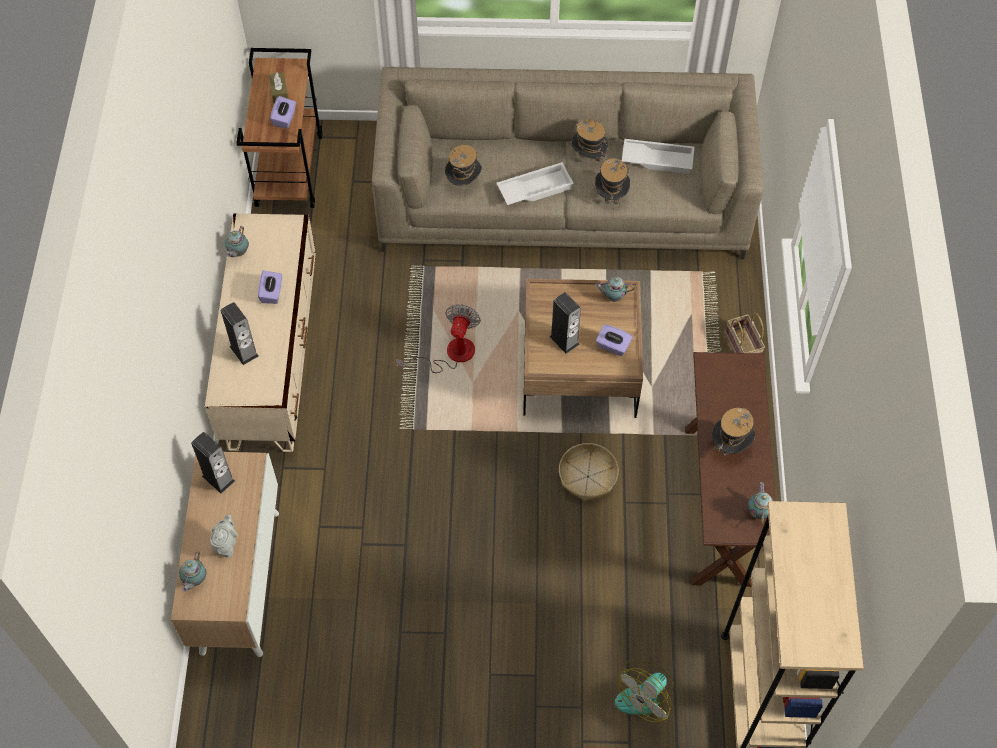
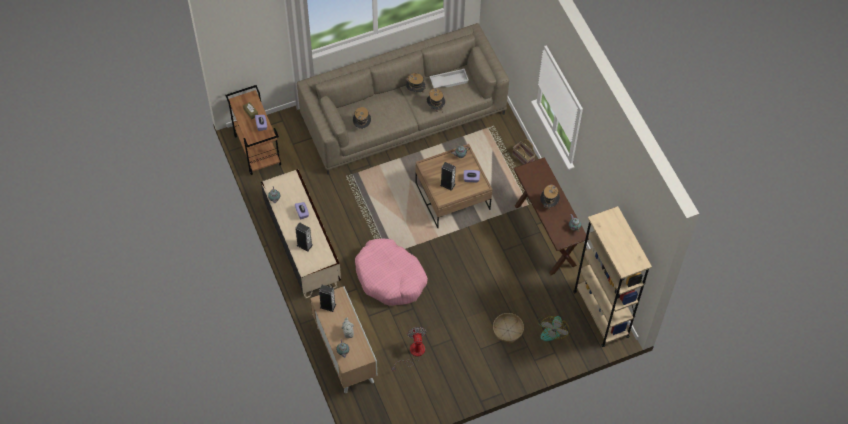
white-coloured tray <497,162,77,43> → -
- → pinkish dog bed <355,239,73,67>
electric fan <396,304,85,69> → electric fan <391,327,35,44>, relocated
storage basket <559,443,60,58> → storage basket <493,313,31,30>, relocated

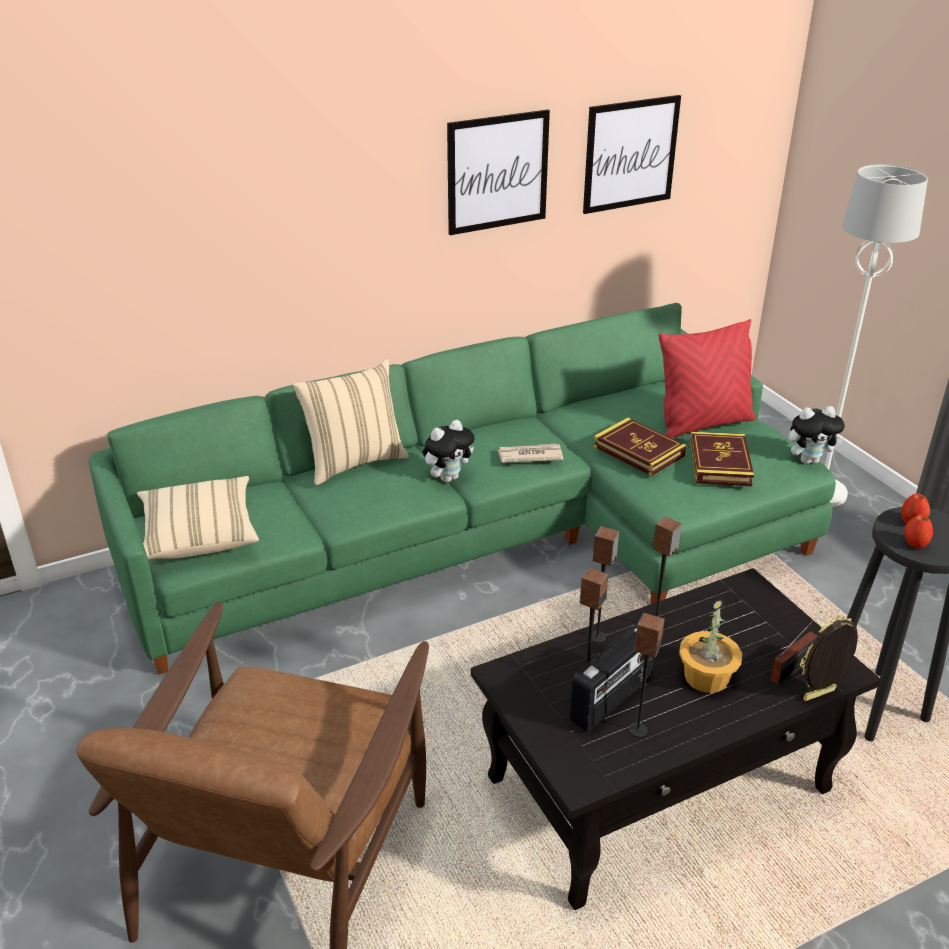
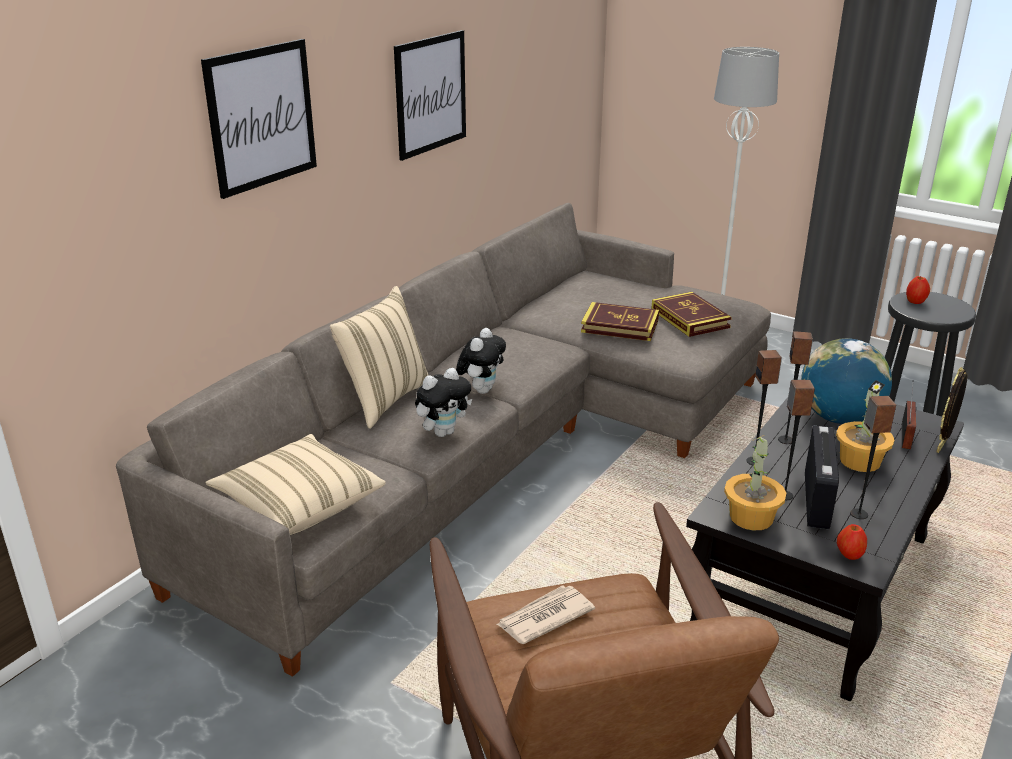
red-coloured cushion <658,319,98,119> → -
- → houseplant <724,435,62,95>
- → world globe <801,338,91,86>
daily paper <497,443,66,20> → daily paper <496,585,99,59>, relocated
wall picture <583,95,98,119> → wall picture <201,39,116,160>, relocated
soft toy <789,406,56,58> → soft toy <415,368,57,69>, relocated
apple fruit <904,515,29,34> → apple fruit <837,524,30,36>, relocated
green-coloured couch <89,303,747,372> → grey couch <116,203,655,474>

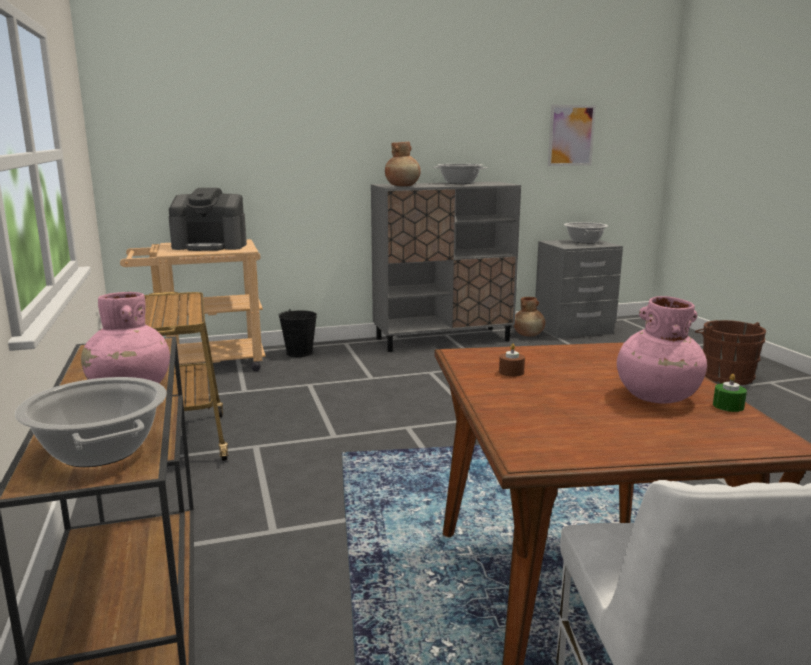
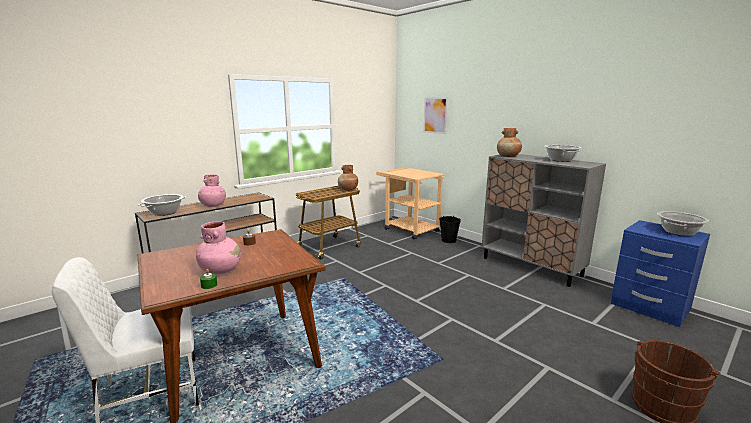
coffee maker <169,188,78,63> → -
brown-coloured flower vase <514,297,31,39> → brown-coloured flower vase <338,165,20,25>, relocated
wall picture <548,105,48,61> → wall picture <423,97,25,37>, relocated
grey night table <535,240,88,98> → bluish night table <611,220,99,107>

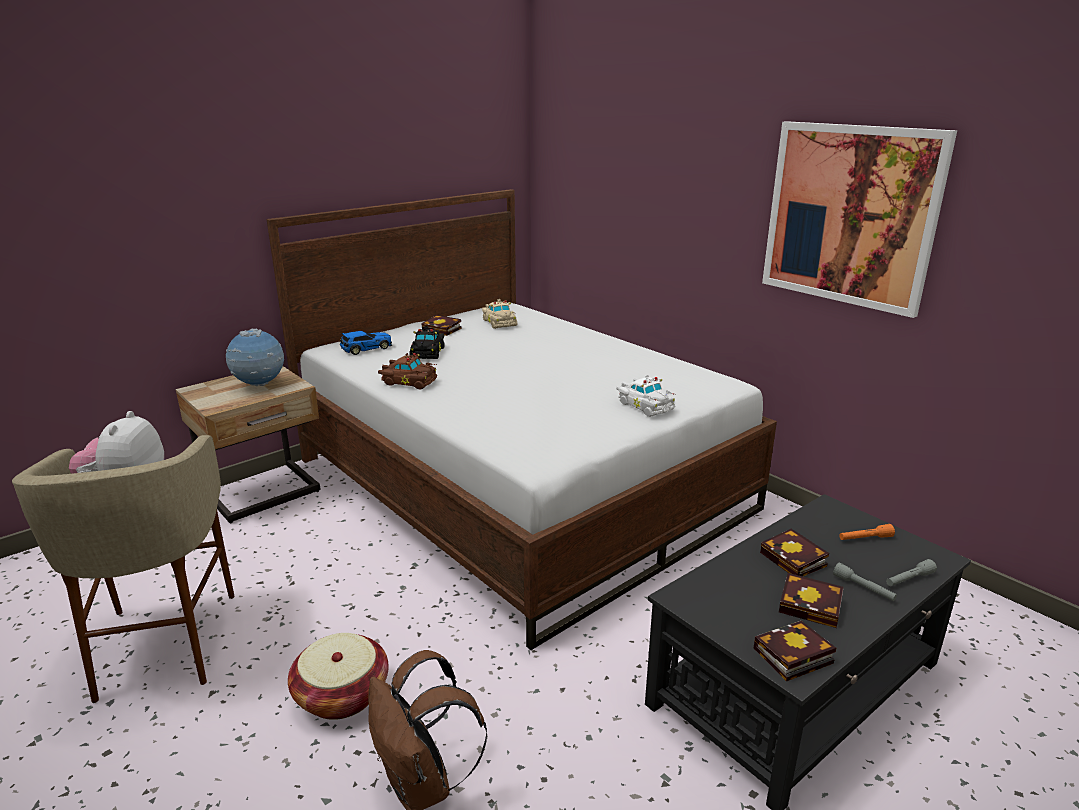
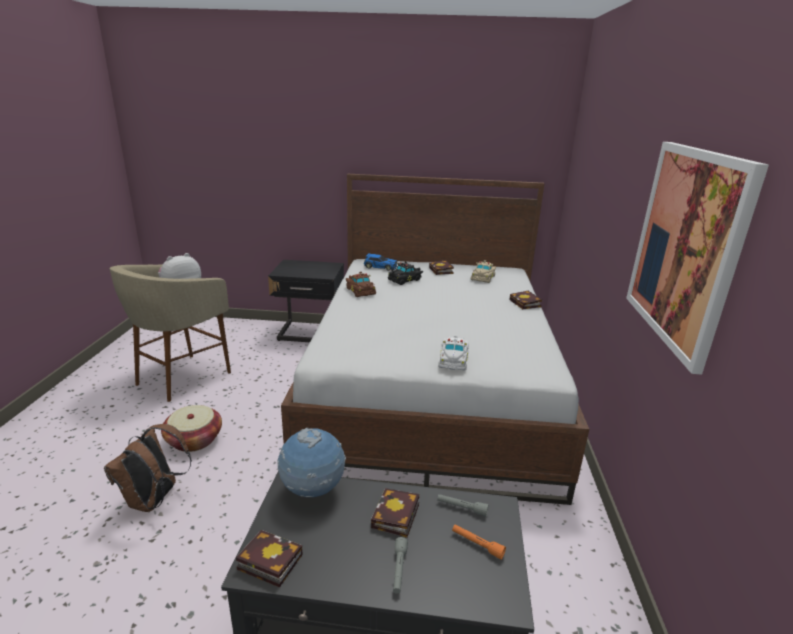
world globe <226,328,58,58> → world globe <277,428,69,69>, relocated
bound book <779,573,65,55> → bound book <509,291,33,18>, relocated
grey flashlight <886,559,51,27> → grey flashlight <437,494,52,22>, relocated
sand-coloured night table <176,366,145,157> → black-coloured night table <268,260,76,82>

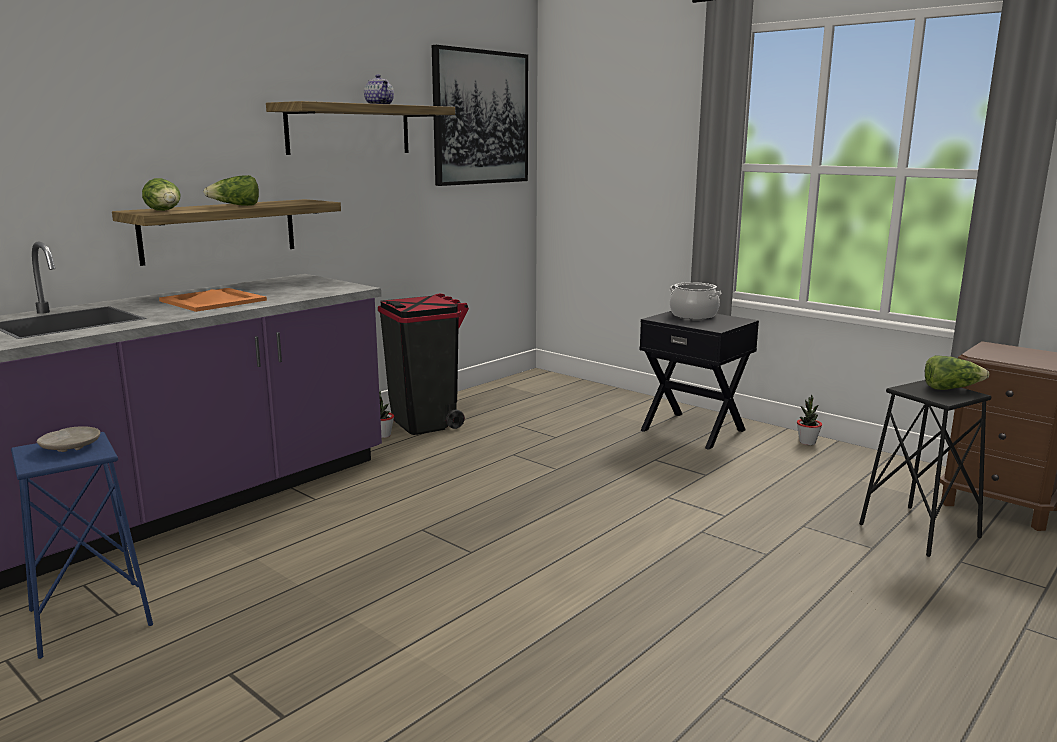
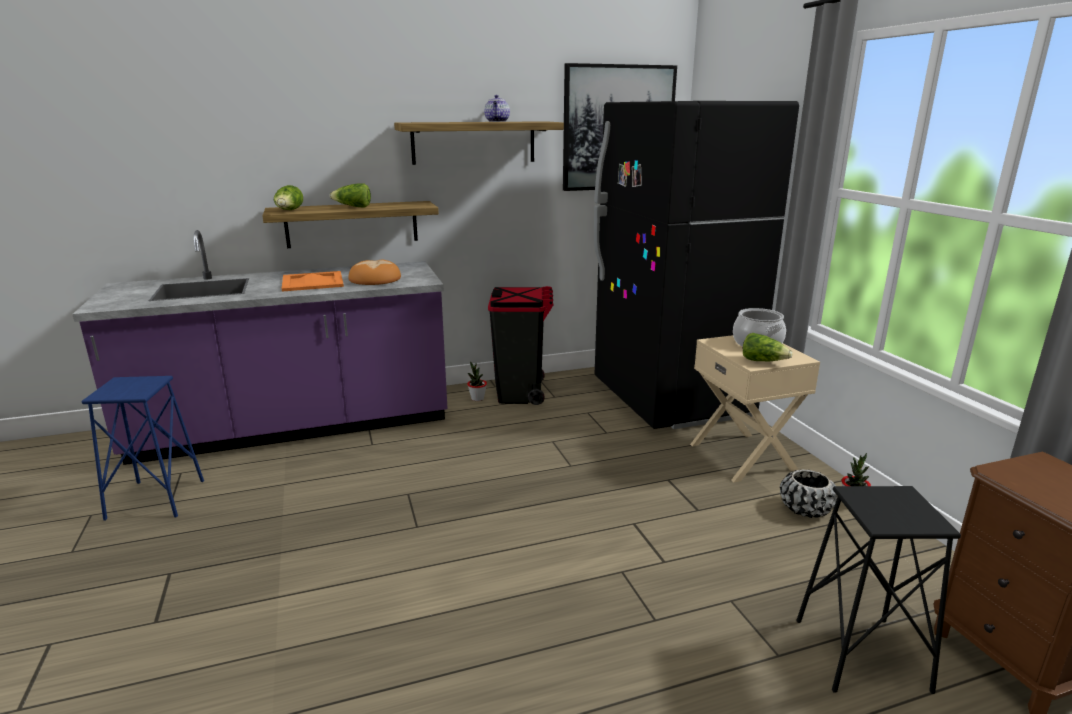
sand-coloured flat dish <37,426,63,26> → -
- → bakery bread <348,260,53,25>
- → black-coloured refrigerator <594,101,205,328>
- → black-coloured plant pot <780,469,57,49>
head of lettuce <925,355,64,35> → head of lettuce <743,333,50,28>, relocated
black-coloured night table <639,311,120,139> → sand-coloured night table <690,335,130,147>

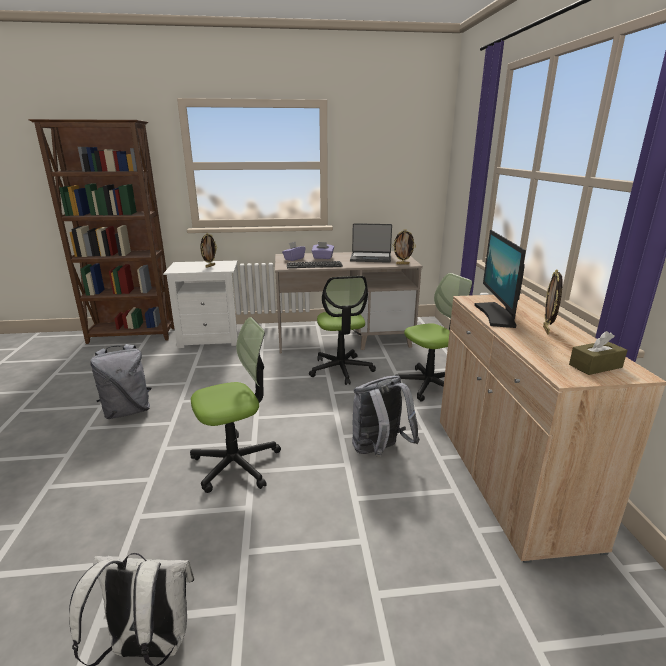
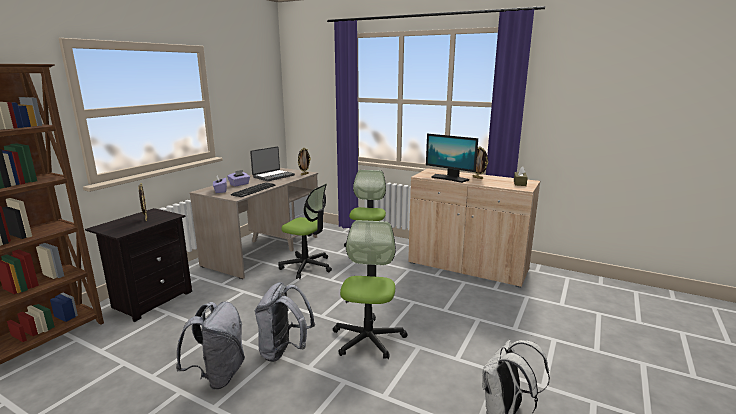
grey knapsack <352,375,68,82> → grey knapsack <255,282,60,80>, relocated
white-coloured night table <163,261,75,87> → black-coloured night table <85,208,107,114>

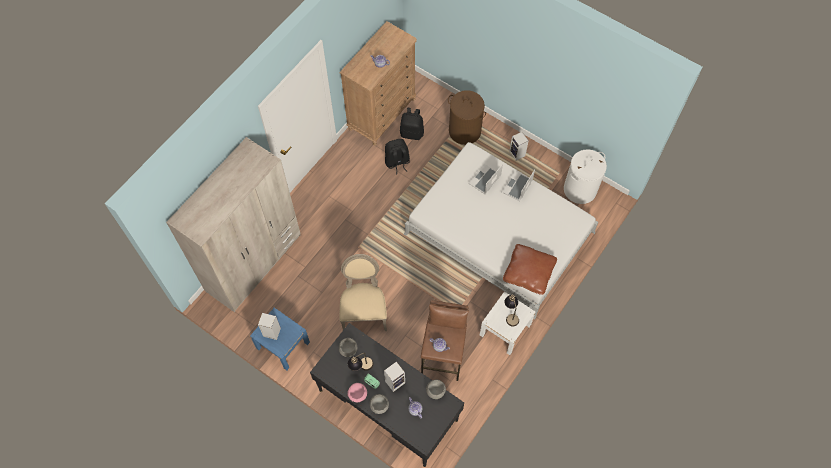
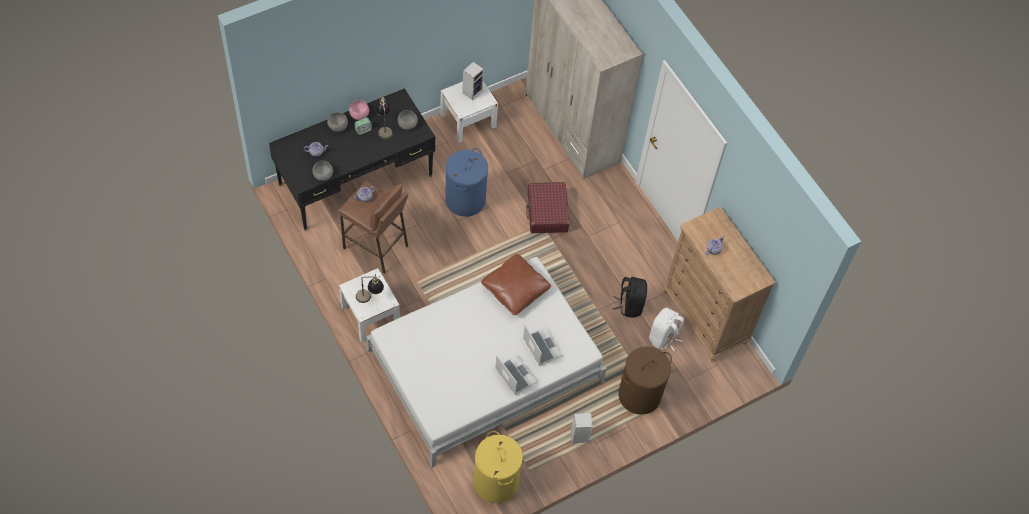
audio speaker <384,362,21,30> → -
- → red-coloured piece of luggage <526,182,43,51>
brown-coloured cushion <503,244,54,51> → brown-coloured cushion <481,254,70,61>, relocated
sand-coloured upright chair <339,254,48,77> → bluish laundry basket <445,148,43,69>
bluish night table <250,307,60,63> → white-coloured night table <440,81,58,62>
black-coloured knapsack <400,108,24,32> → white-coloured knapsack <649,307,35,45>
white-coloured laundry basket <564,149,43,55> → yellow laundry basket <473,431,50,72>

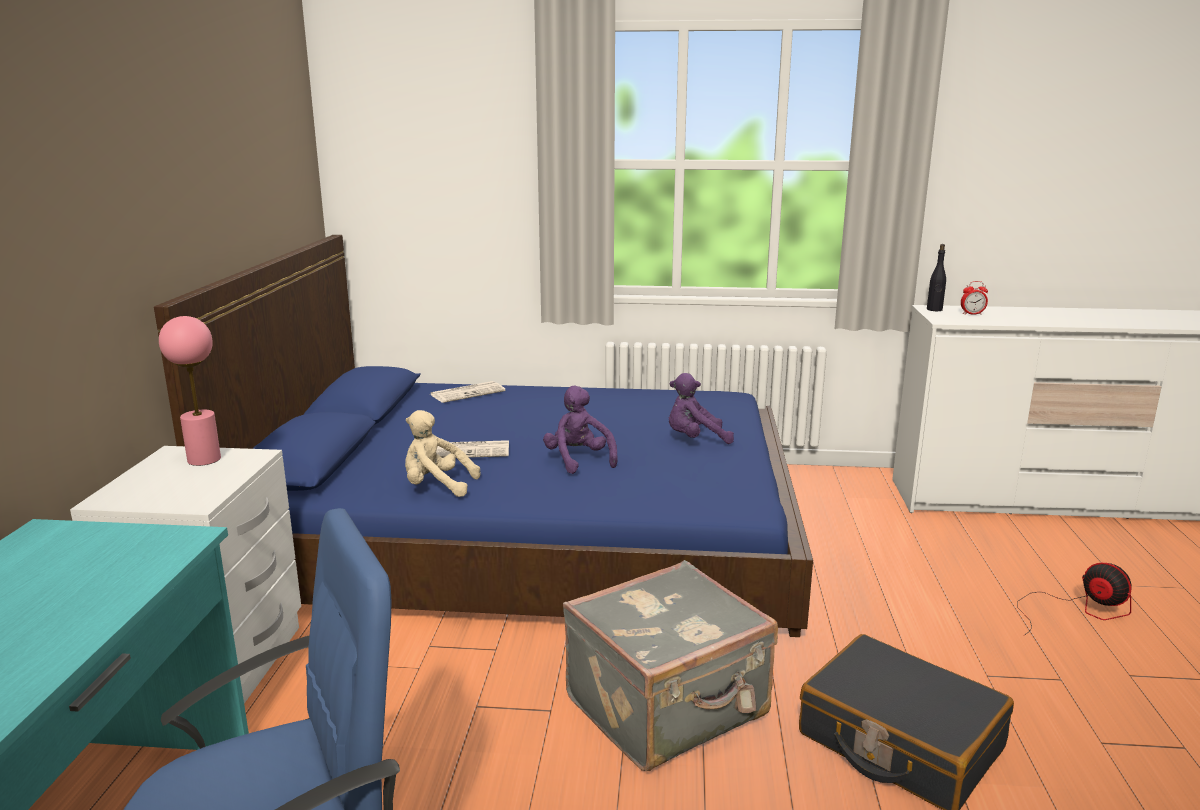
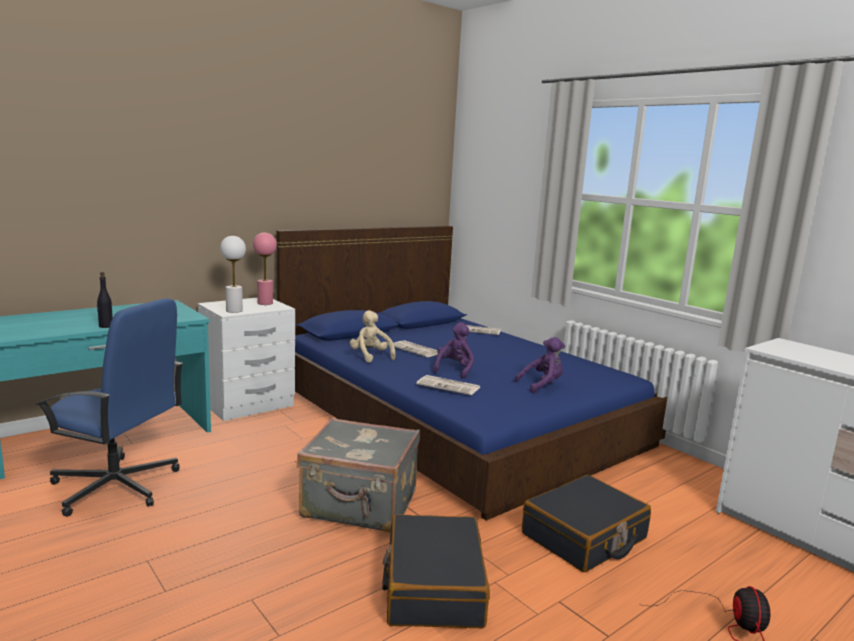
table clock <961,281,27,34> → -
- → white-coloured tabletop lamp <220,236,26,77>
- → daily paper <416,375,64,20>
- → black-coloured piece of luggage <522,475,129,97>
black-coloured beverage bottle <927,244,19,67> → black-coloured beverage bottle <97,272,16,56>, relocated
purple soft toy <669,373,65,71> → purple soft toy <515,337,51,56>, 120 degrees clockwise

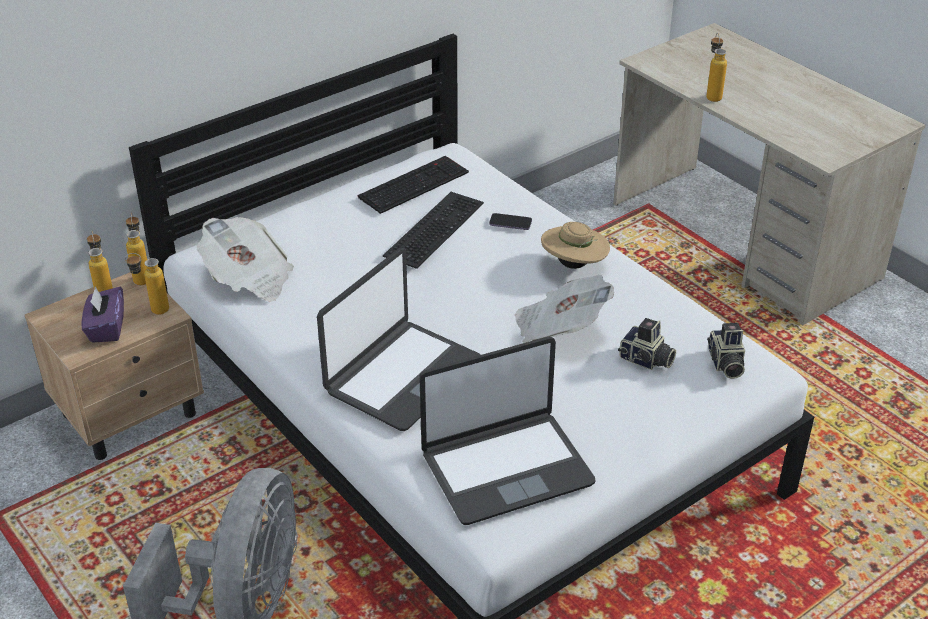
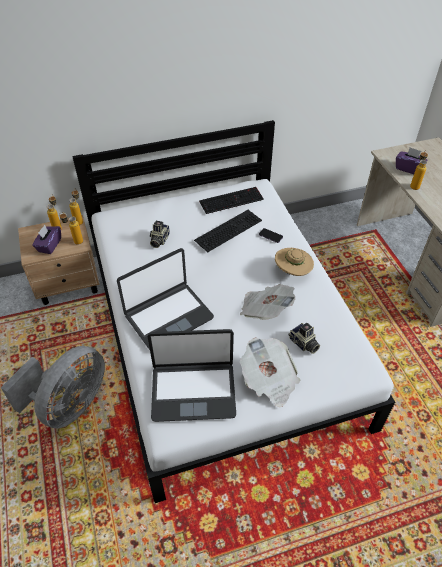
- → purple tissue box <396,147,32,27>
daily paper <197,217,97,84> → daily paper <240,337,60,70>, relocated
photo camera <707,323,38,56> → photo camera <150,221,20,27>, relocated

